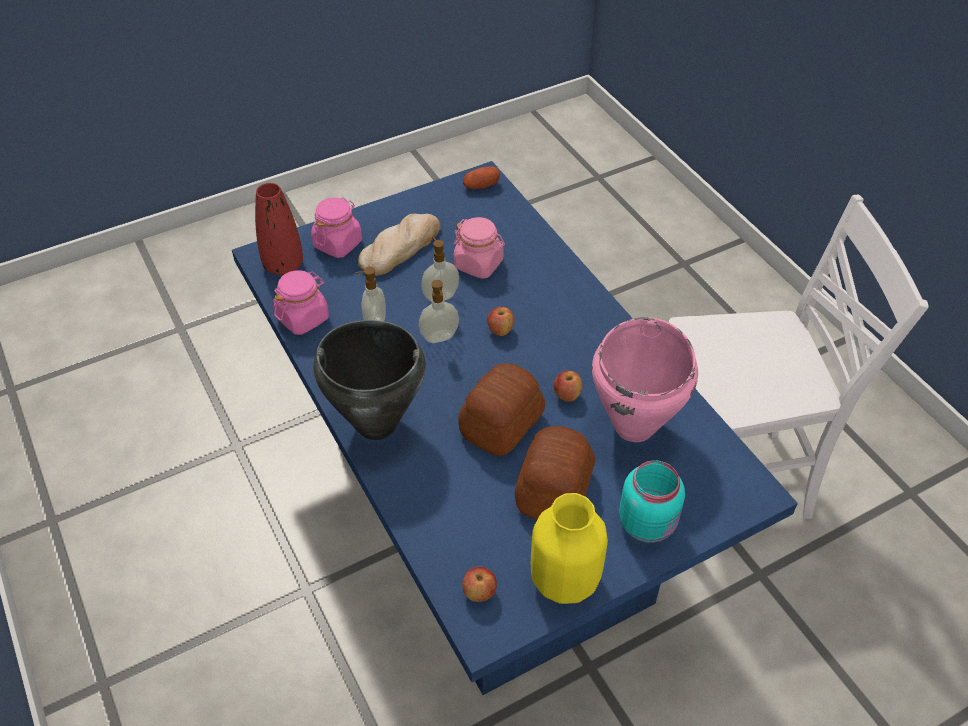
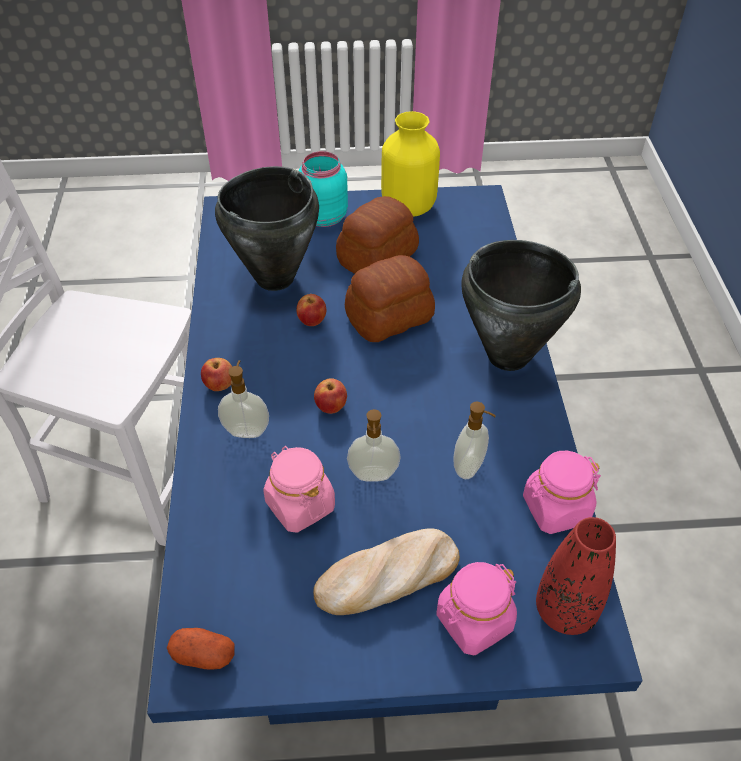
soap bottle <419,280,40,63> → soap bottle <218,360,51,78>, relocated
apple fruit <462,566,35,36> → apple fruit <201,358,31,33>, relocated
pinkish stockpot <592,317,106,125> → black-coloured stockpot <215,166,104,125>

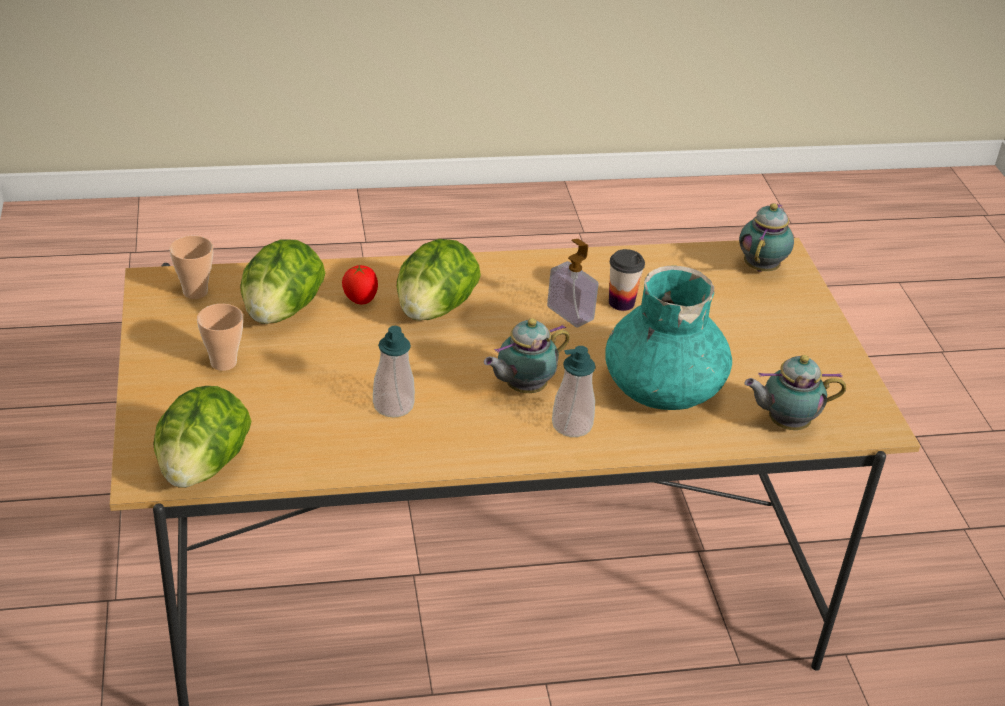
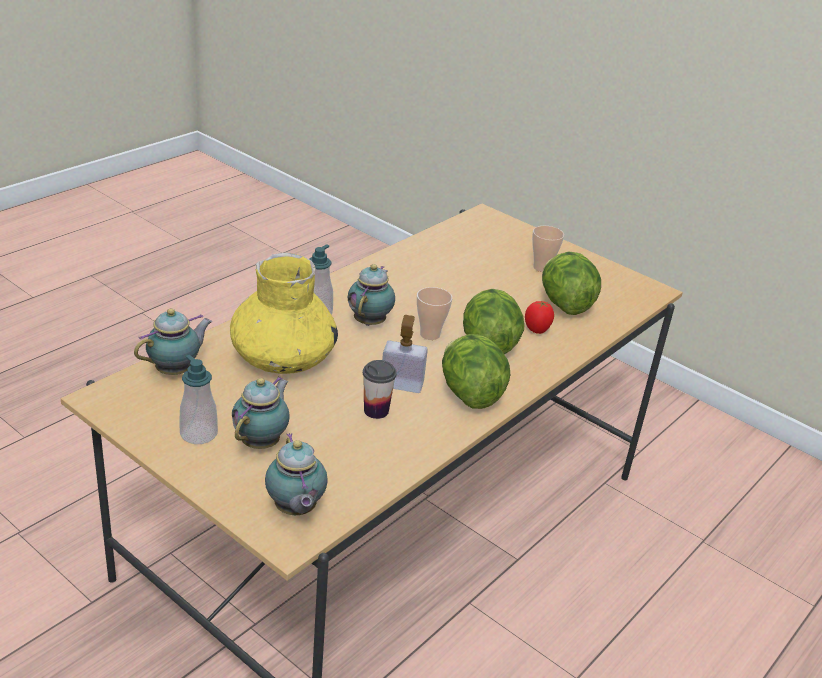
- → pot for tea <232,376,58,73>
head of lettuce <153,386,98,102> → head of lettuce <442,334,68,75>, relocated
small cup <169,236,44,63> → small cup <417,287,35,53>, relocated
soap bottle <373,326,42,92> → soap bottle <179,355,39,89>, relocated
turquoise-coloured flower vase <605,266,127,144> → yellow flower vase <230,253,108,121>

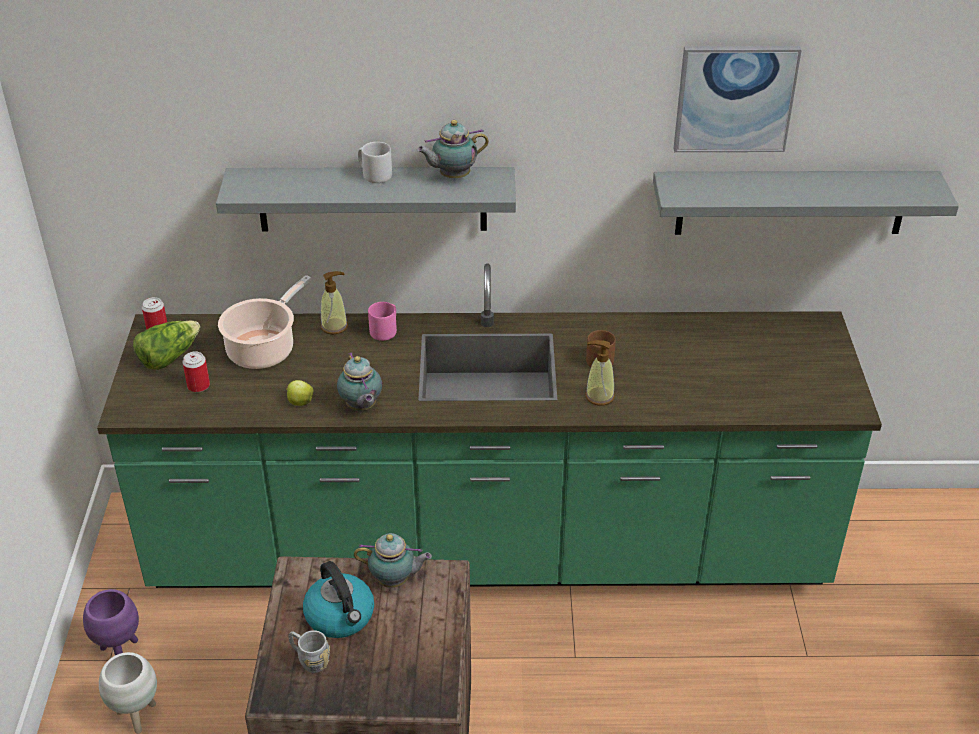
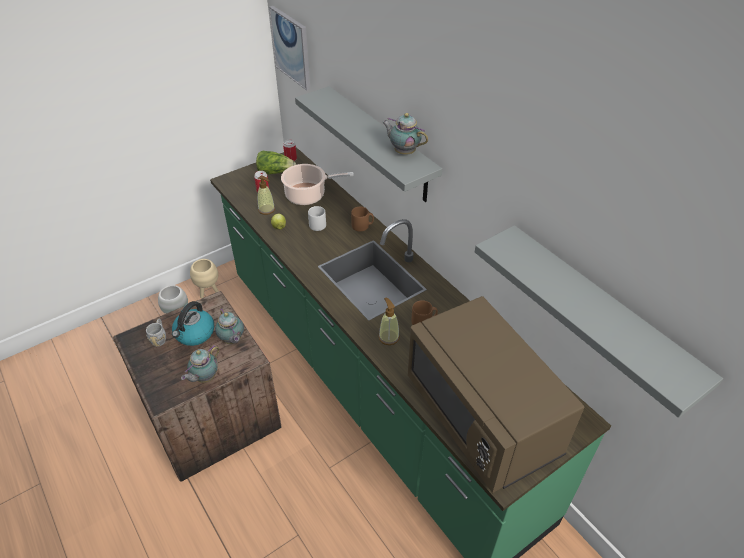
- → brown-coloured microwave <408,296,176,197>
soap bottle <321,271,27,63> → soap bottle <258,176,17,39>, relocated
pot for tea <337,352,45,59> → pot for tea <181,345,39,38>, relocated
grey coffee mug <358,142,34,41> → grey coffee mug <308,206,18,25>, relocated
wall picture <674,46,128,106> → wall picture <269,6,41,84>, relocated
purple plant pot <83,589,56,66> → sand-coloured plant pot <190,259,29,39>
pinkish coffee mug <368,302,29,39> → brown-coloured coffee mug <351,207,23,24>

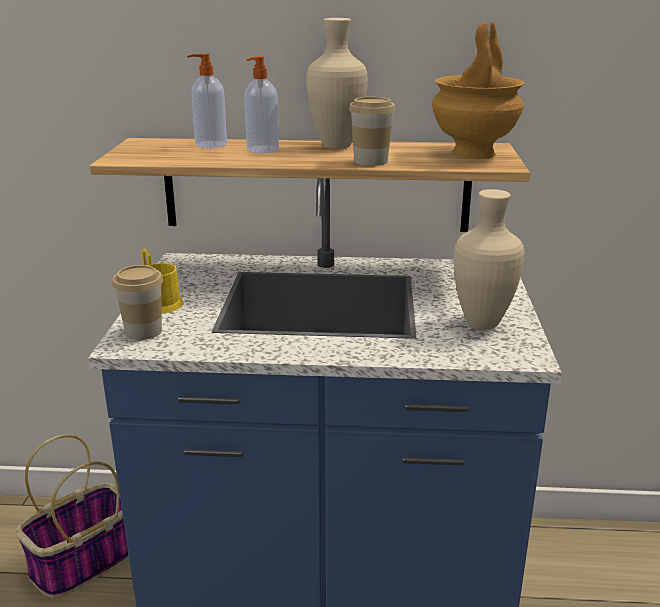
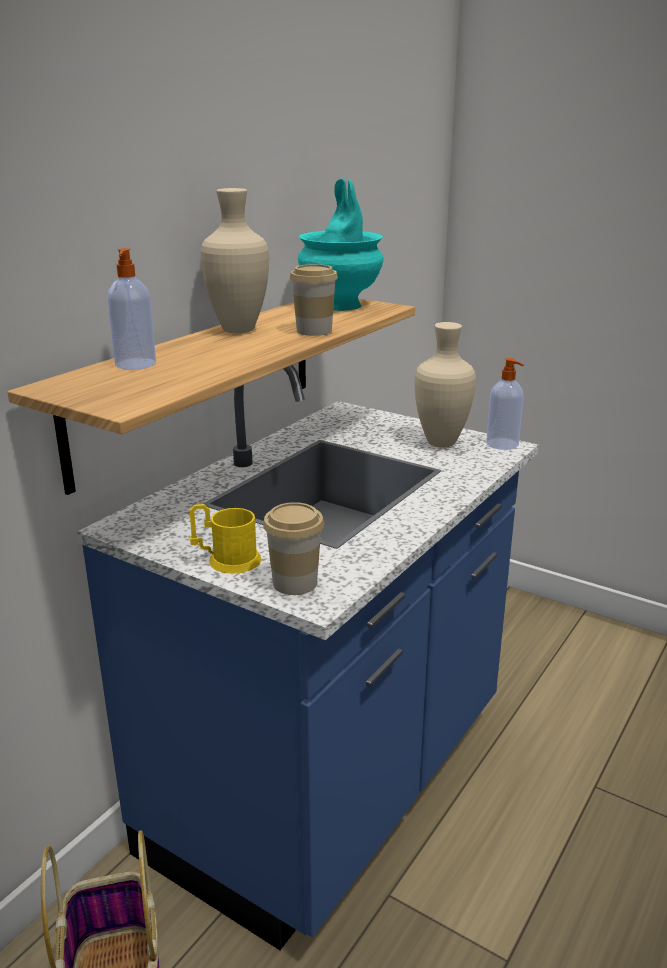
soap bottle <244,56,35,97> → soap bottle <486,358,38,92>, relocated
brown-coloured flower vase <432,21,93,138> → turquoise-coloured flower vase <298,178,86,133>

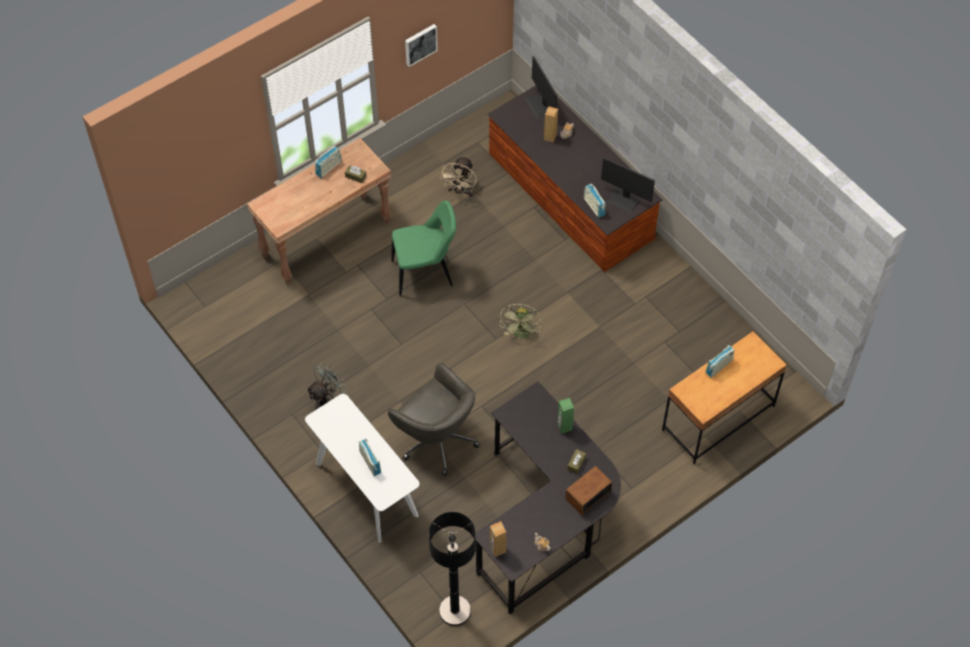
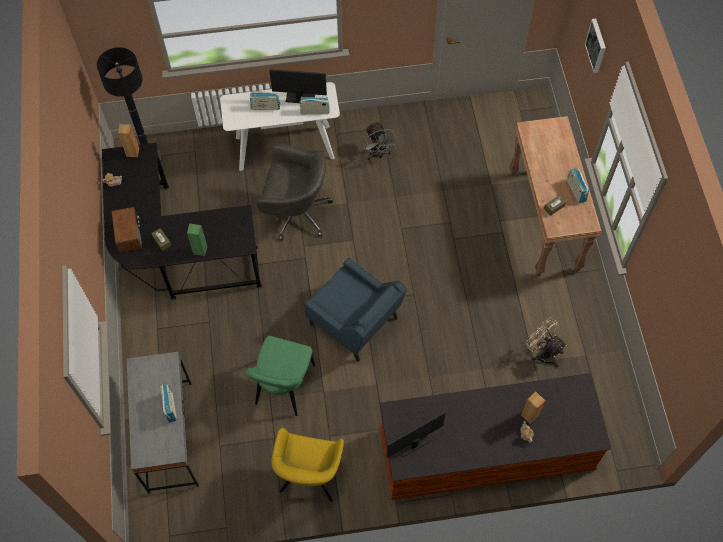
- → yellow lounge chair <272,428,72,74>
green-coloured upright chair <391,201,65,95> → green-coloured upright chair <246,336,69,80>, relocated
wall picture <405,24,33,43> → wall picture <585,18,21,55>, relocated
computer display <526,56,31,63> → computer display <269,69,58,34>, relocated
radio receiver <583,184,22,34> → radio receiver <300,96,30,18>, relocated
green-coloured electric fan <500,304,42,35> → bluish lounge chair <304,258,103,104>
brown-coloured desk <662,332,125,132> → grey desk <127,352,72,142>
grey office chair <388,363,92,113> → grey office chair <256,144,77,97>, 150 degrees counterclockwise

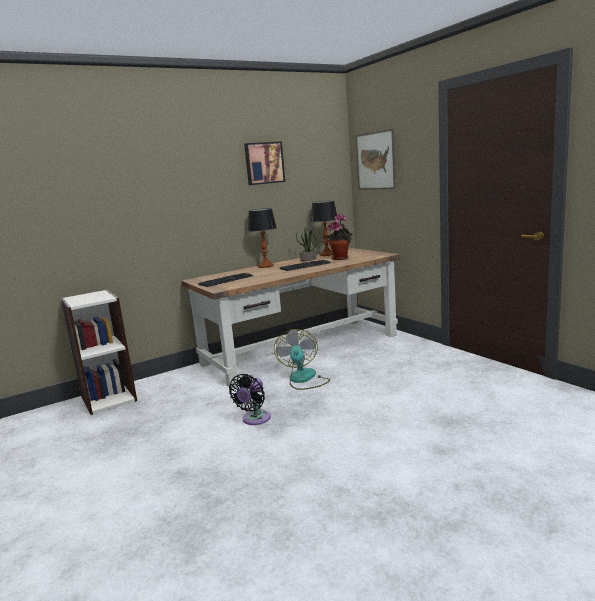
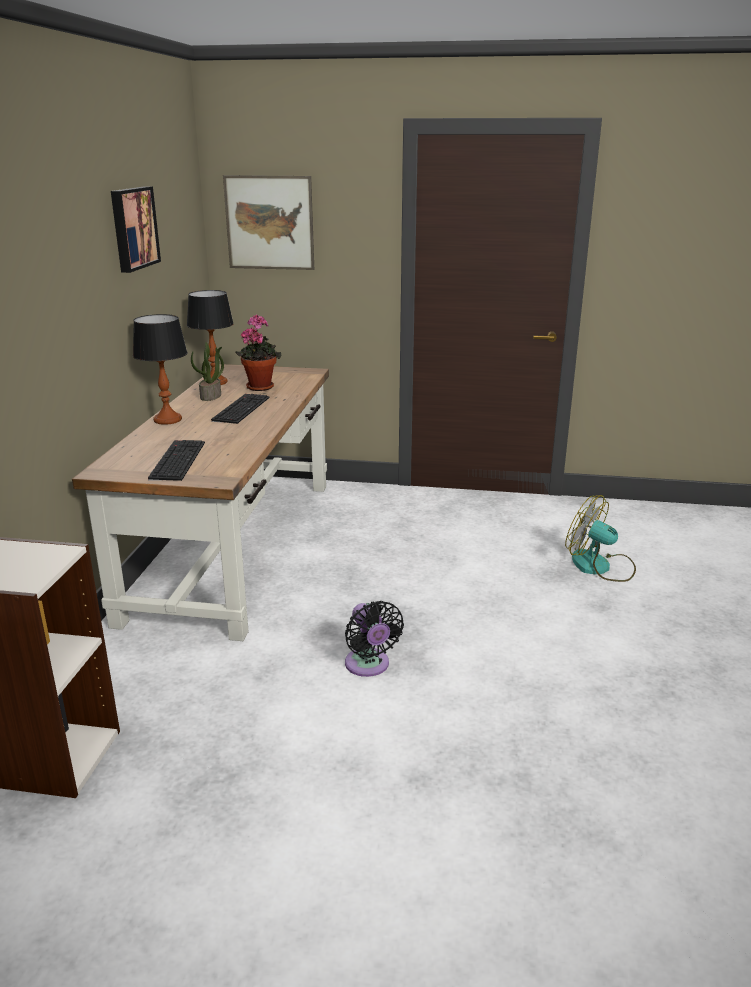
electric fan <274,329,56,61> → electric fan <565,495,71,87>, relocated

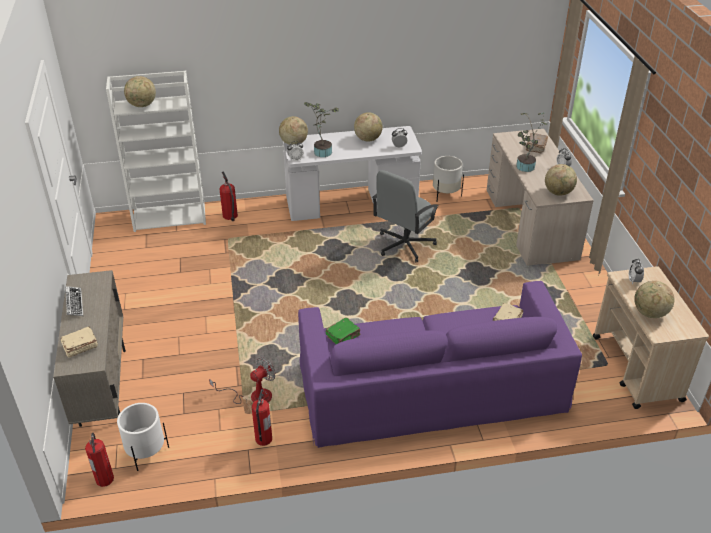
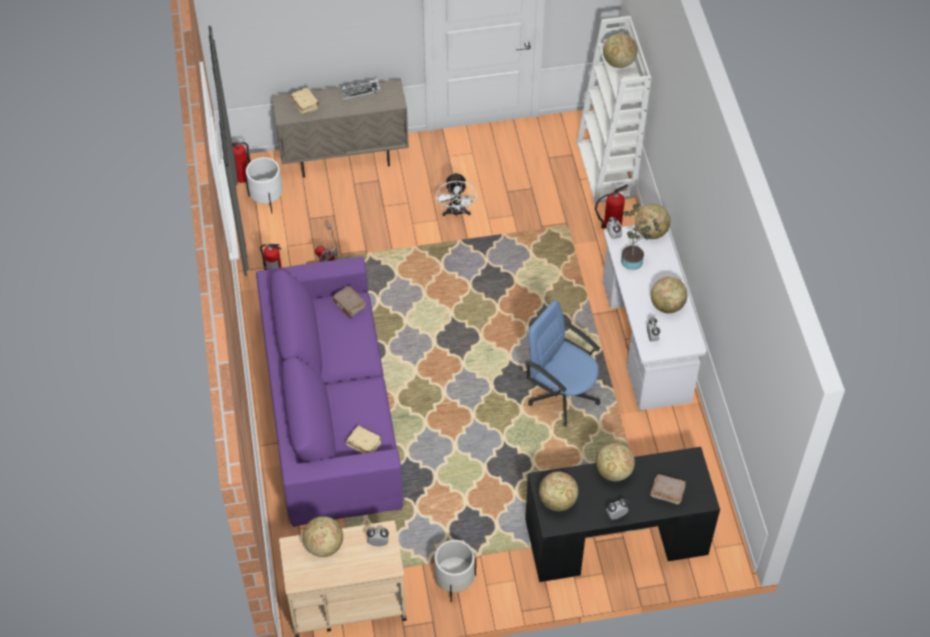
- → white-coloured electric fan <436,172,41,45>
white-coloured plant pot <433,156,31,46> → white-coloured plant pot <435,540,41,62>, relocated
houseplant <516,113,32,59> → world globe <596,442,39,39>
green-coloured bound book <326,318,35,26> → brown-coloured bound book <332,286,34,32>
grey office chair <372,170,66,92> → bluish office chair <525,300,75,126>
sand-coloured desk <487,129,107,137> → black-coloured desk <525,447,195,135>

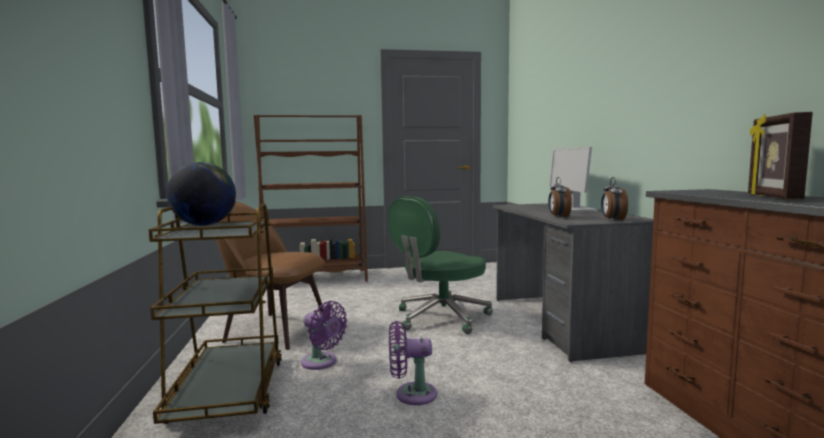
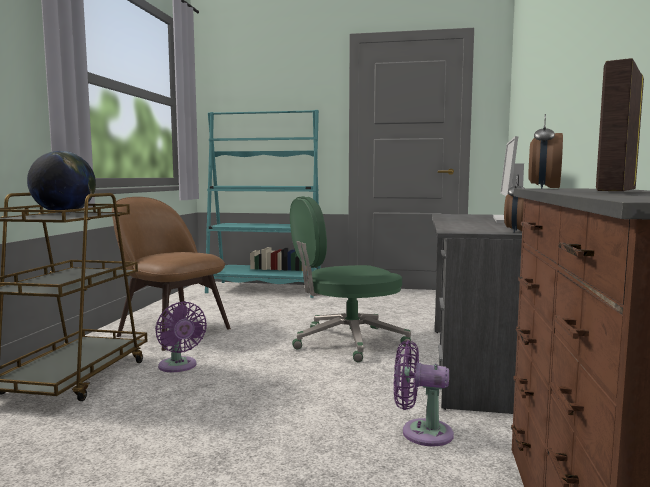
purple electric fan <389,321,48,84> → purple electric fan <394,340,60,107>, relocated
table clock <548,177,24,41> → table clock <528,114,35,75>, relocated
brown-coloured bookcase <254,115,114,167> → turquoise-coloured bookcase <205,110,116,188>

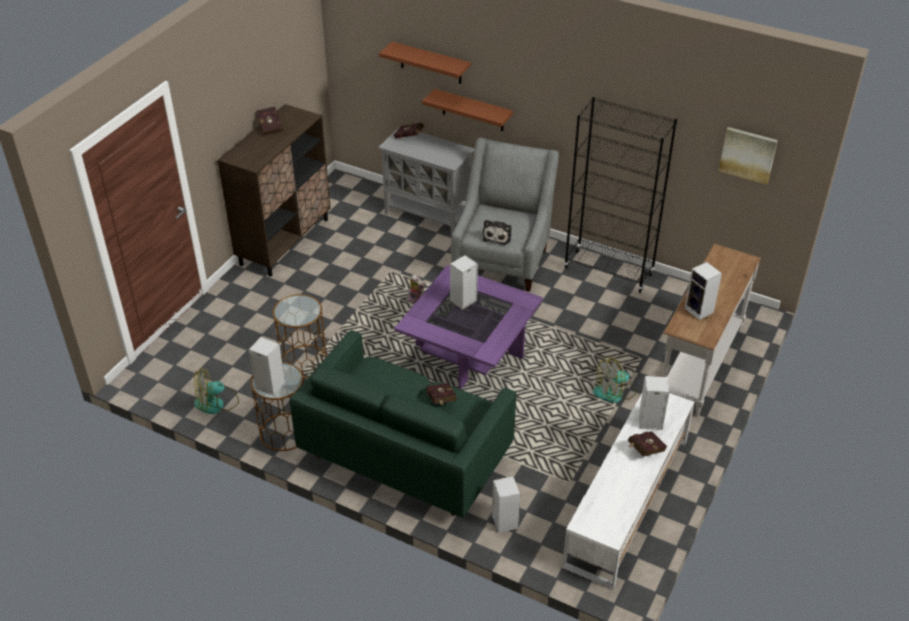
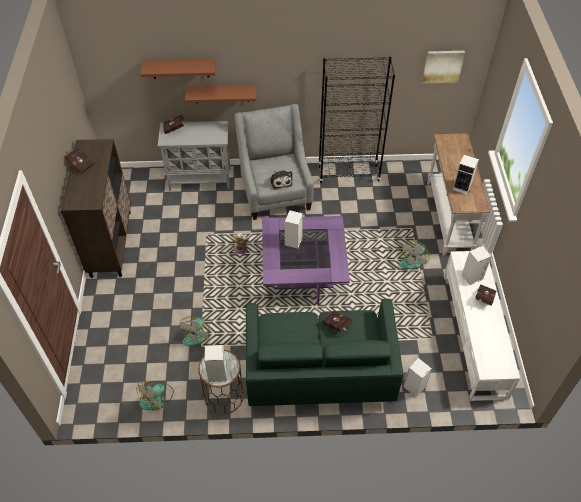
brown-coloured side table <273,294,54,85> → electric fan <180,316,30,30>

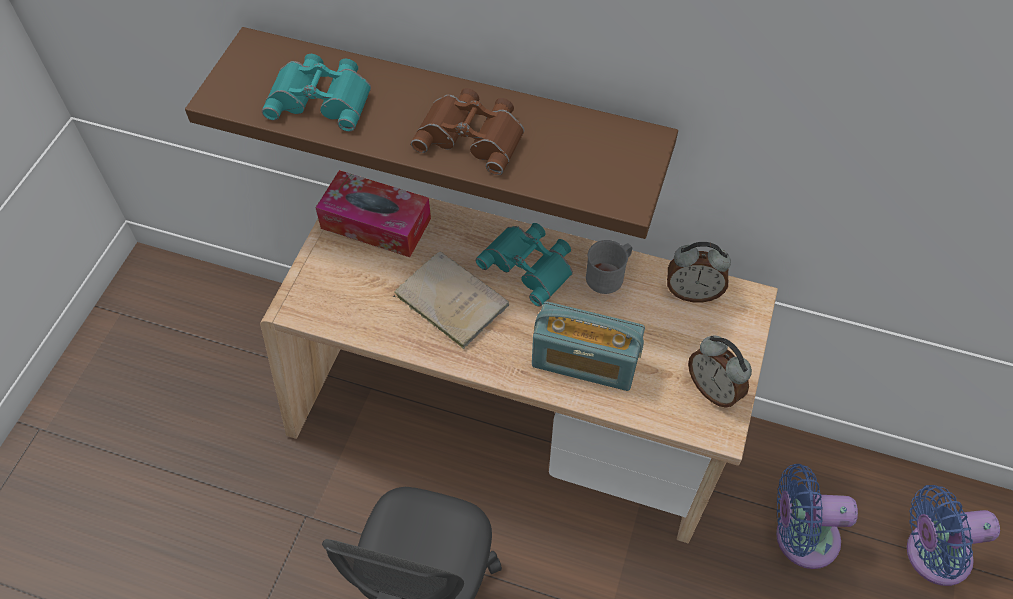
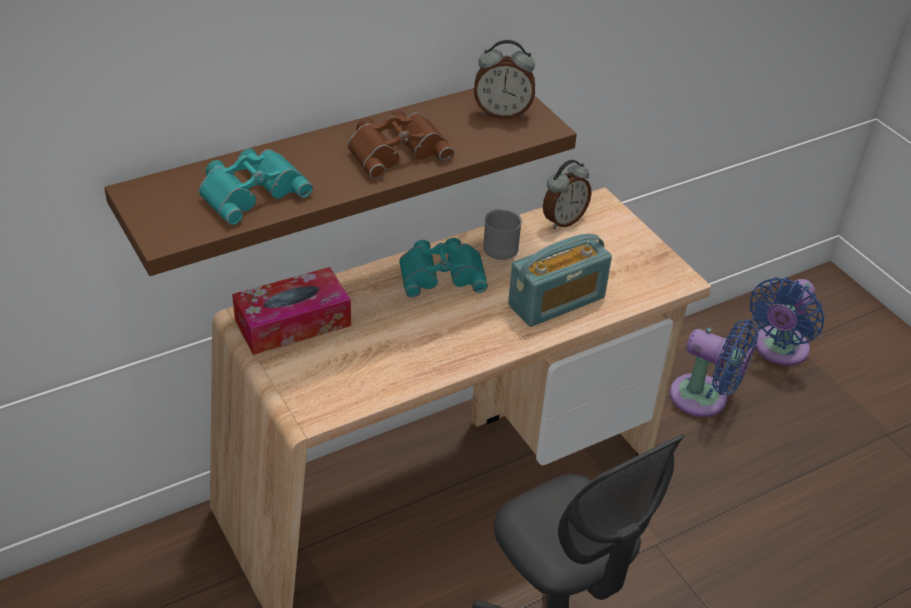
sand-coloured bound book <393,251,116,98> → -
table clock <688,336,64,72> → table clock <474,40,61,79>, relocated
bluish electric fan <776,464,82,105> → bluish electric fan <670,319,89,98>, 105 degrees counterclockwise

